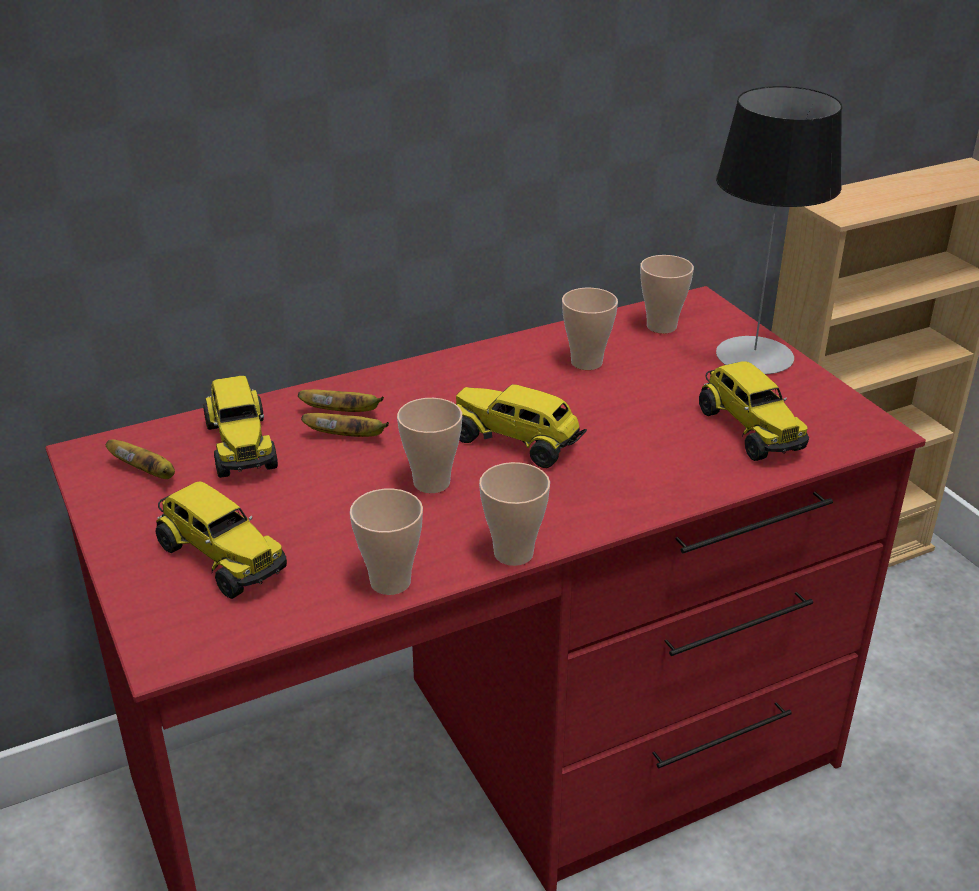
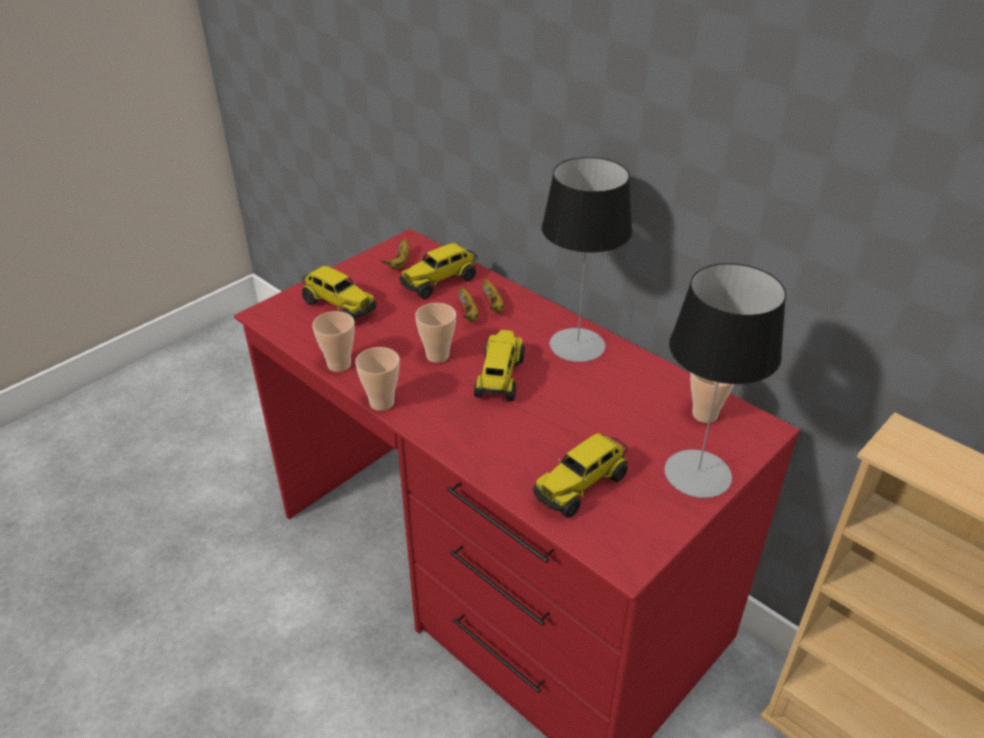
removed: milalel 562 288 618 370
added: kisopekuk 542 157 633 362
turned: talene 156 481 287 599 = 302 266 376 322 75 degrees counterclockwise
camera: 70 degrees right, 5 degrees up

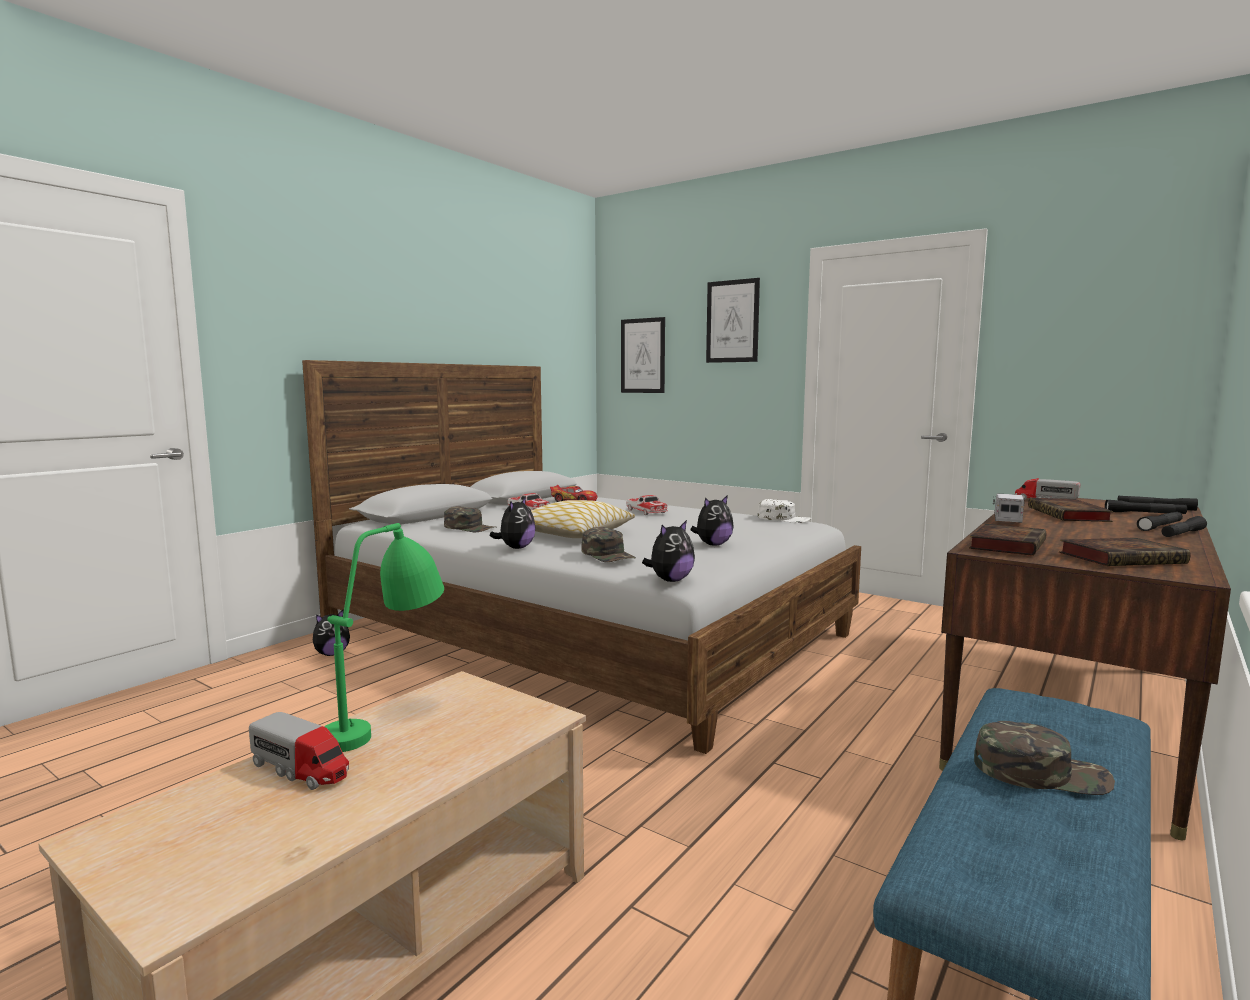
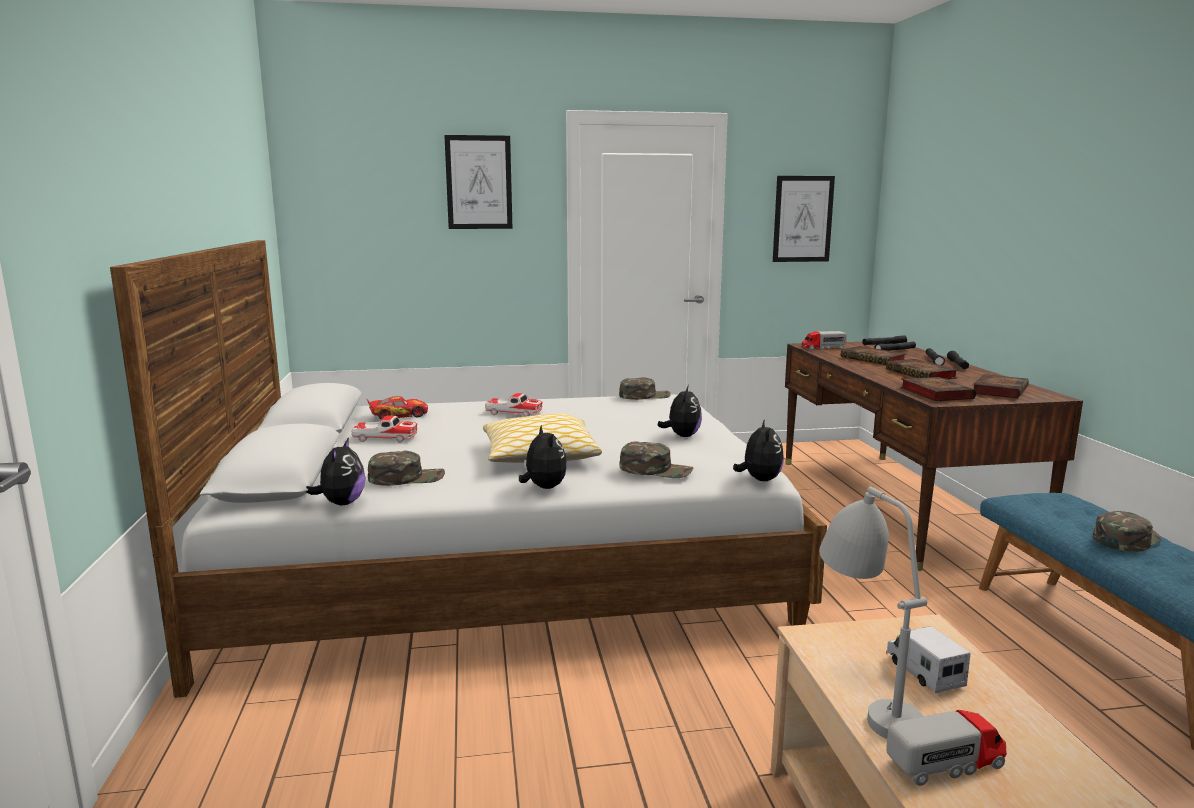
added: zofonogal 886 359 959 379
moved: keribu 621 317 665 393 to 773 176 835 262; talene 993 493 1025 523 to 886 626 970 693; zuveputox 313 610 350 656 to 306 437 366 505
recoloured: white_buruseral 758 499 811 523 to green_buruseral 619 377 671 400; green_kisopekuk 324 523 444 752 to grey_kisopekuk 819 487 927 739
camera: 45 degrees left, 5 degrees up

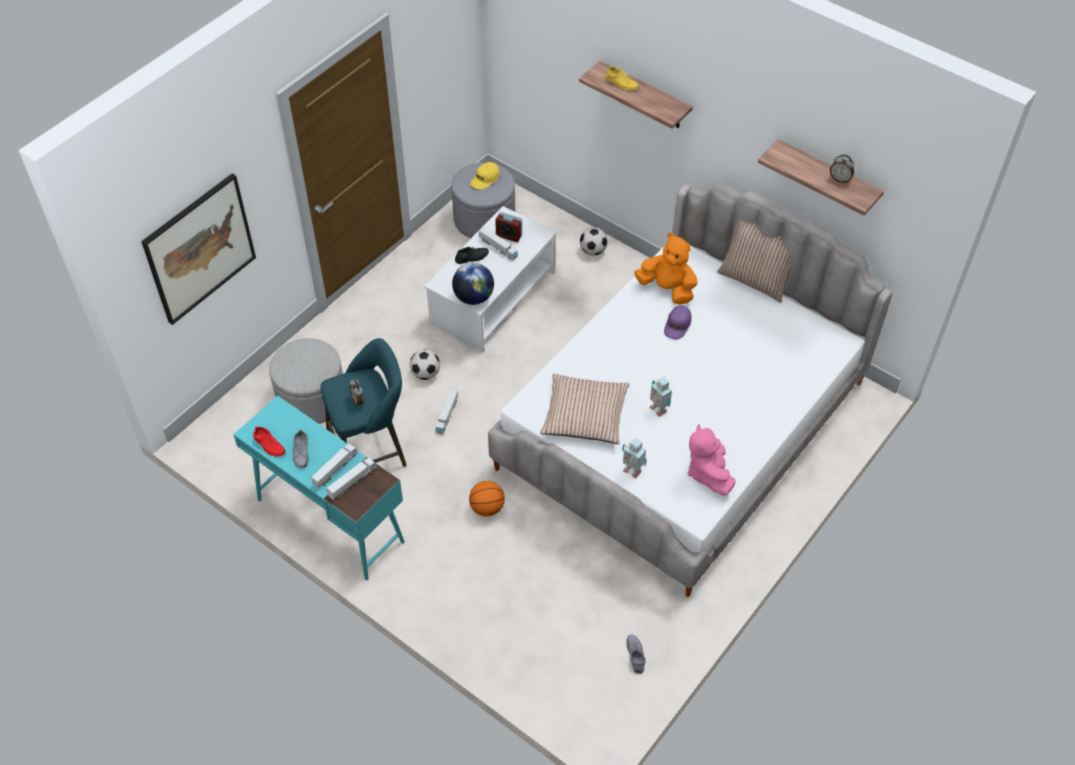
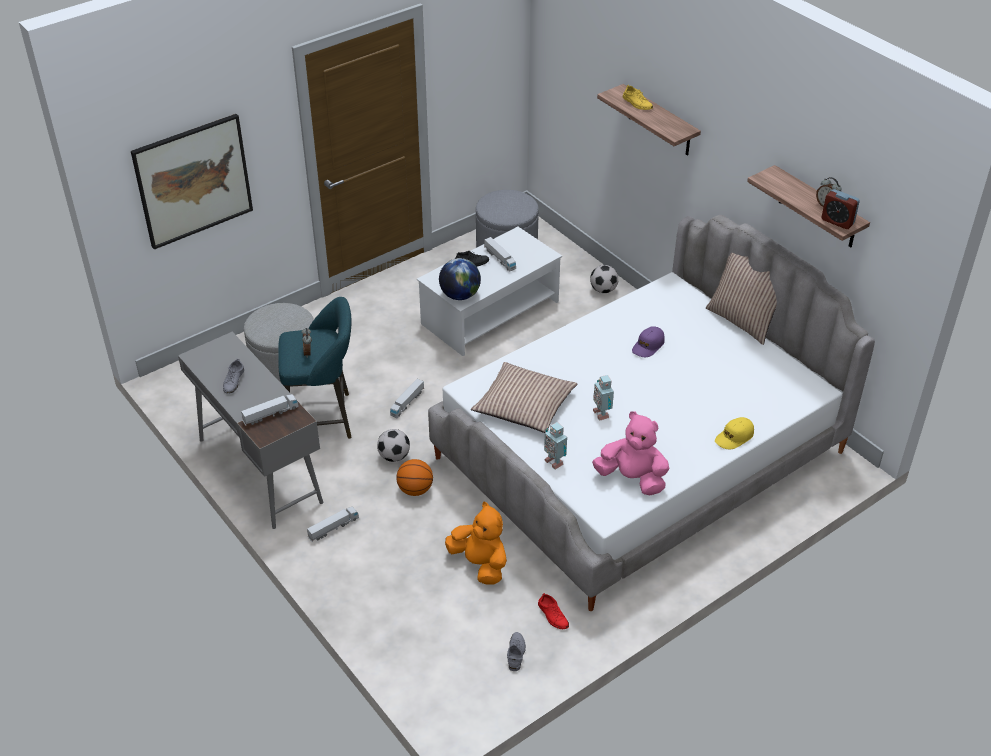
moved: yellow_buruseral 470 162 500 189 to 715 417 754 449; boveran 495 212 522 242 to 821 189 860 229; orange_zuveputox 634 233 697 305 to 445 502 507 585; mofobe 410 350 440 380 to 377 429 410 462; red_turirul 253 426 285 456 to 538 593 569 629; talene 311 444 358 489 to 307 507 359 542
recoloured: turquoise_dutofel 233 395 405 580 to grey_dutofel 178 332 323 529
turned: pink_zuveputox 688 424 735 495 = 592 411 669 495 105 degrees clockwise
camera: 15 degrees right, 10 degrees down

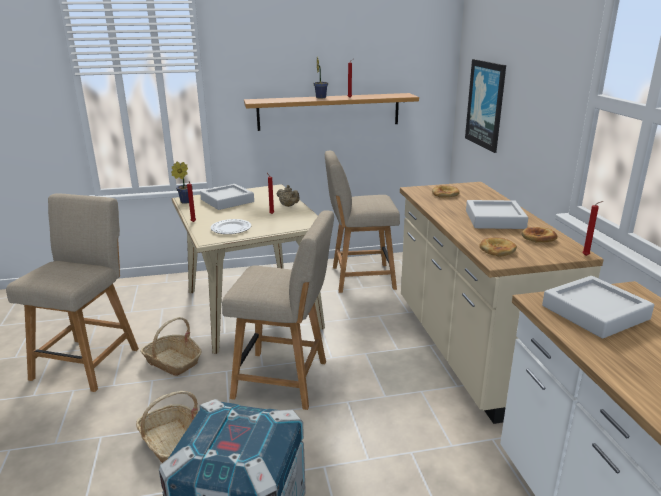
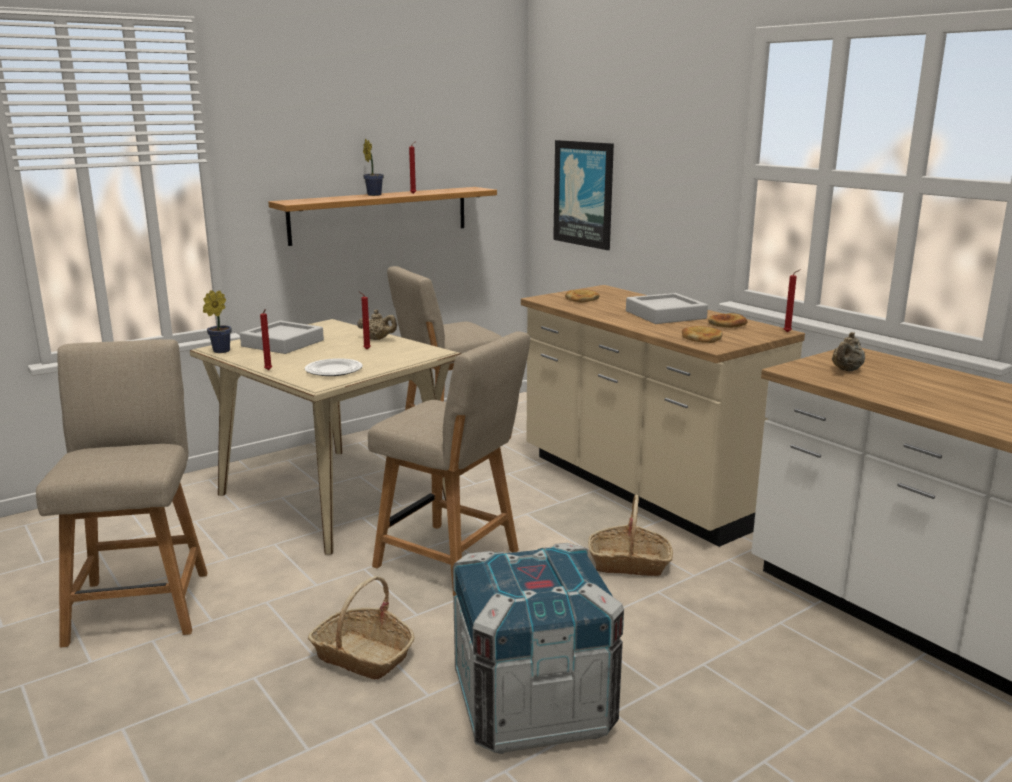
moved: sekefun 140 317 201 376 to 588 495 673 576
replaced: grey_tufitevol 542 276 654 339 to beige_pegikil 832 332 865 371
turned: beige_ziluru 222 210 334 410 = 368 331 530 596 45 degrees clockwise
camera: 25 degrees left, 5 degrees down

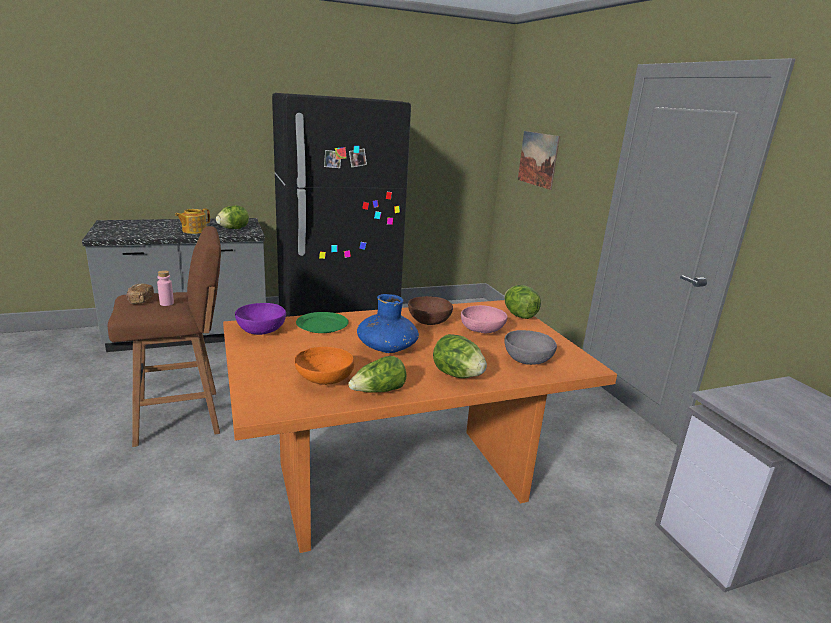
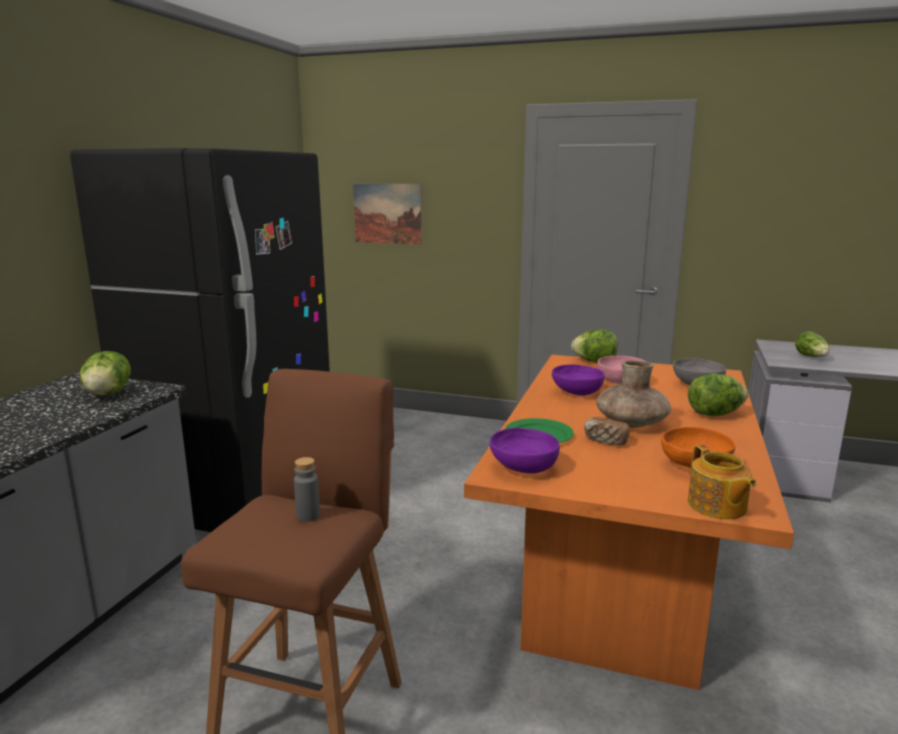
moved: pegikil 175 208 210 234 to 688 445 756 519; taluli 126 283 154 304 to 584 417 630 446; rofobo 348 356 407 392 to 795 331 829 357
recoloured: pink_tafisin 157 270 174 306 to grey_tafisin 294 457 320 522; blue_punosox 357 294 419 353 to brown_punosox 596 360 671 428; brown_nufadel 408 296 453 325 to purple_nufadel 552 364 604 396
camera: 50 degrees left, 5 degrees down

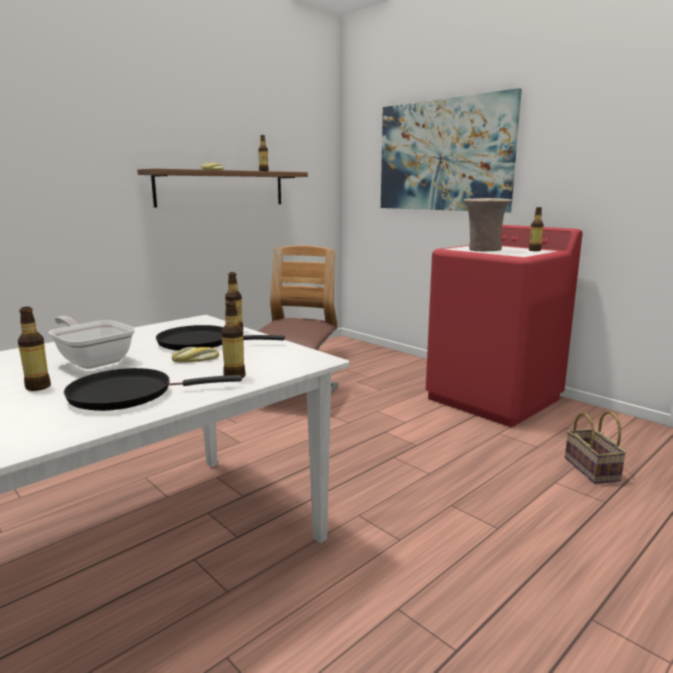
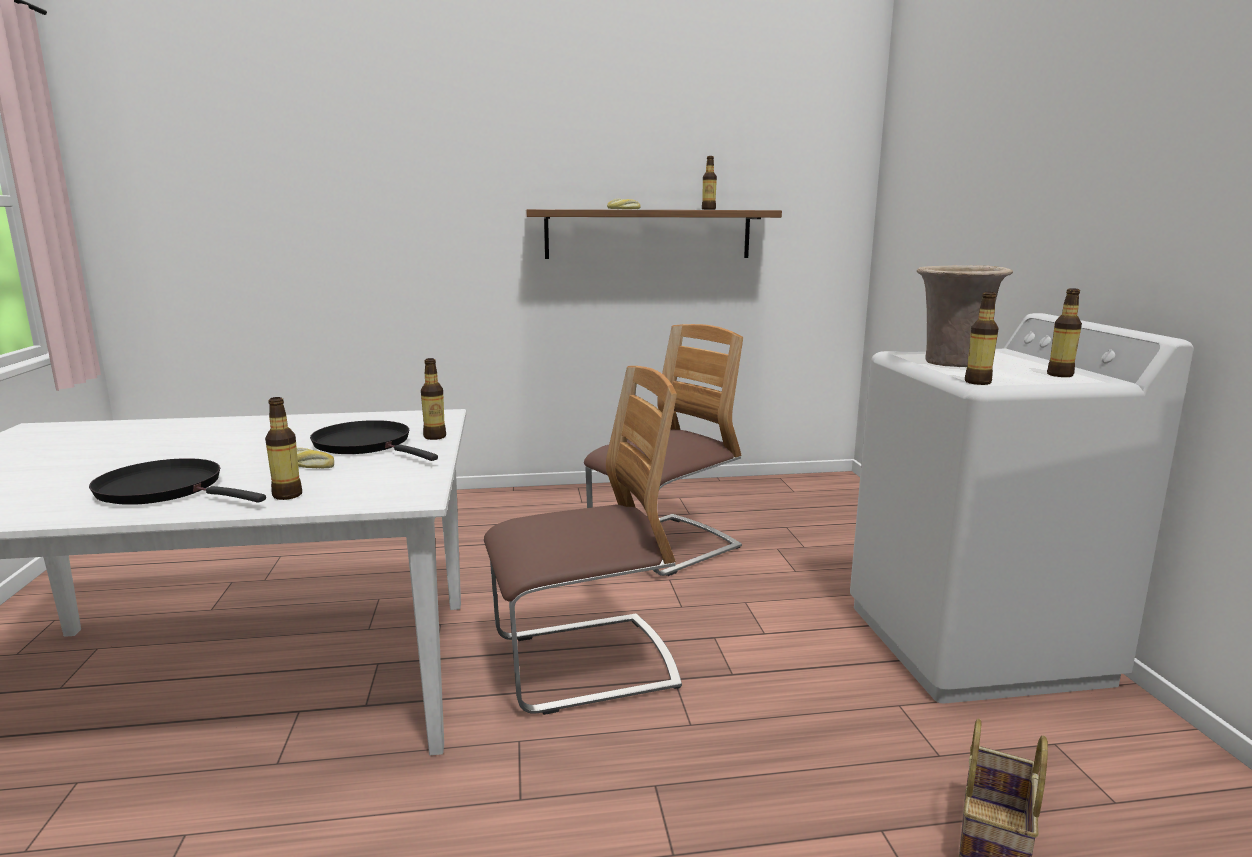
removed: keribu 381 88 522 213; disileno 48 316 135 369
added: ziluru 484 366 682 715
moved: tafisin 18 307 51 391 to 965 292 999 385
recoloured: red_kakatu 426 225 583 427 to white_kakatu 850 313 1194 703
camera: 35 degrees right, 0 degrees up

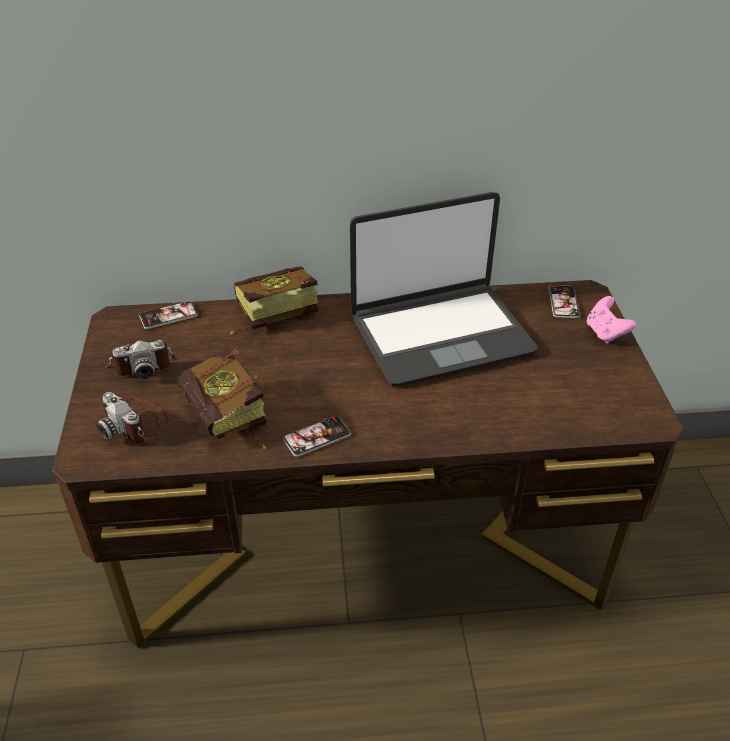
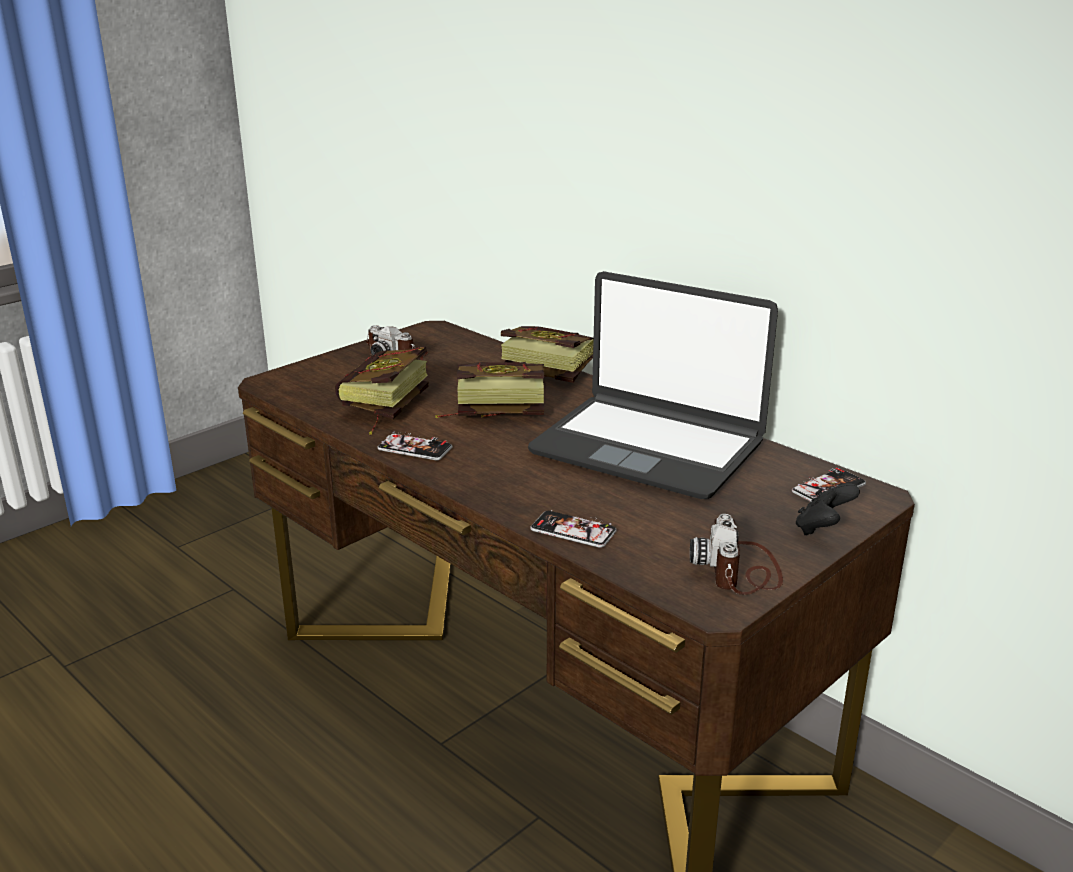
added: zofonogal 435 362 544 418
moved: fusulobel 139 300 197 329 to 530 510 617 548; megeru 97 392 169 444 to 690 514 783 595
recoloured: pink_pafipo 587 296 636 344 to black_pafipo 796 483 860 535
camera: 50 degrees right, 15 degrees down

